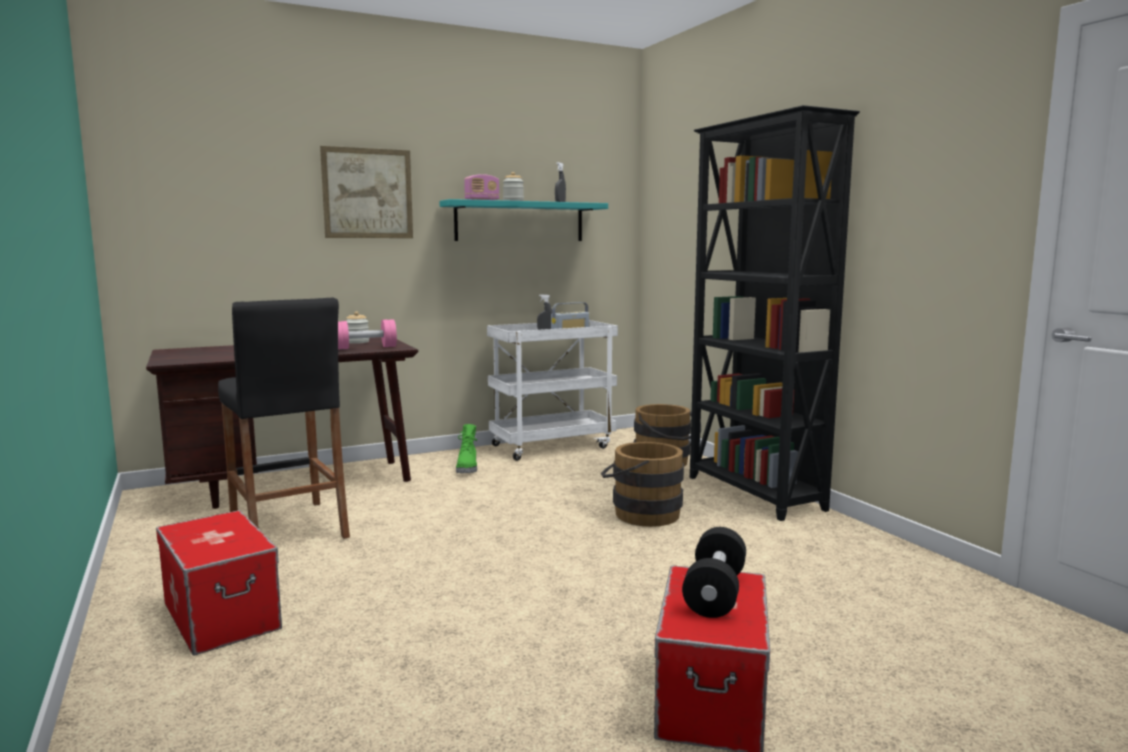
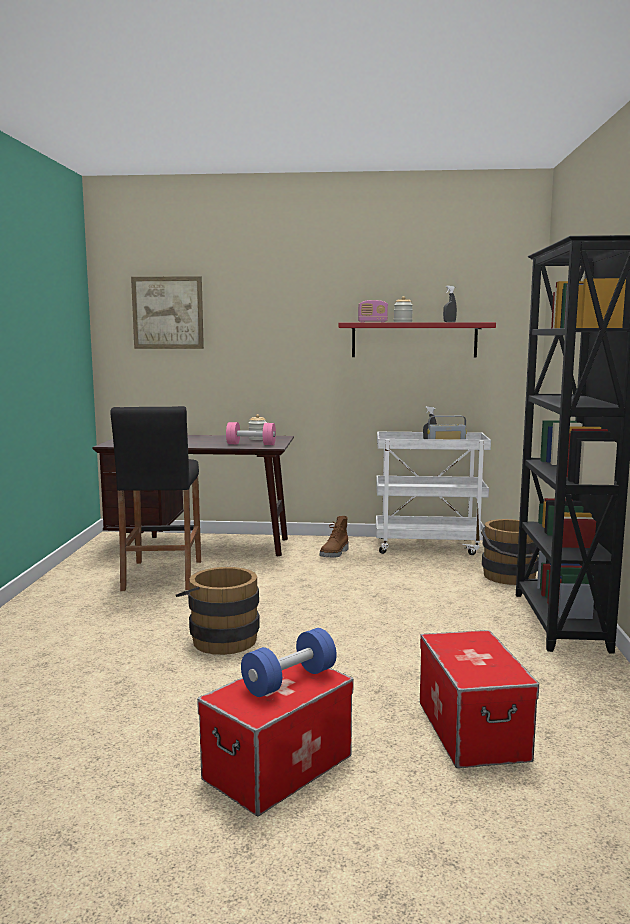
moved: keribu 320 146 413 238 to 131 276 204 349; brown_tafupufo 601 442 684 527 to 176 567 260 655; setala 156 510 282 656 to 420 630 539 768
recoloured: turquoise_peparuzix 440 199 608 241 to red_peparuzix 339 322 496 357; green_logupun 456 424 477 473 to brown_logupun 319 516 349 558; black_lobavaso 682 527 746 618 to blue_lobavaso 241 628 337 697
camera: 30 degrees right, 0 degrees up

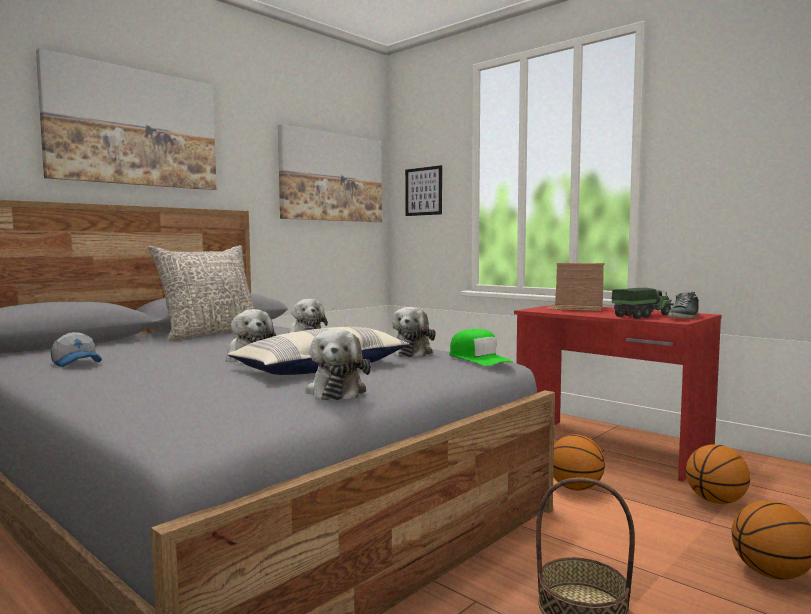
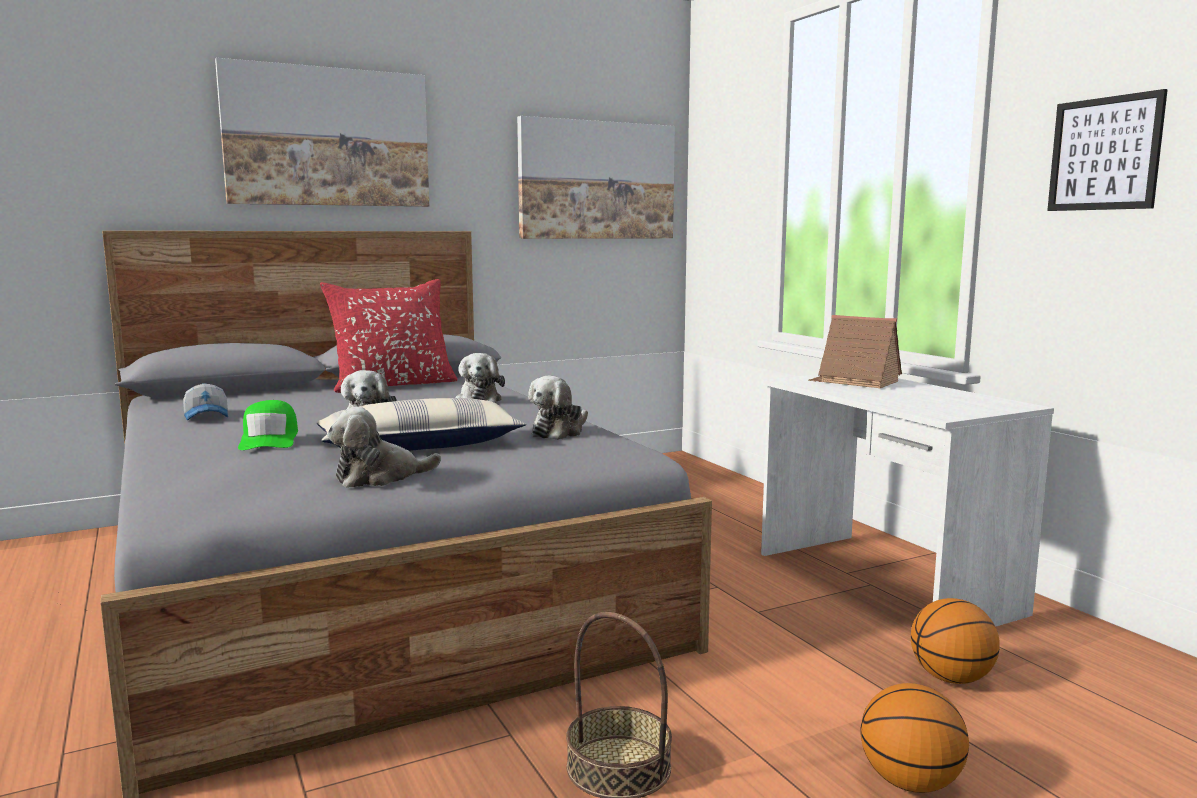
removed: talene 612 288 674 319; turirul 668 292 699 319; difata 553 435 605 491
moved: keribu 405 165 442 216 to 1047 89 1168 211; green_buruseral 450 329 513 366 to 238 400 298 450
recoloured: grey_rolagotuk 148 245 254 340 to red_rolagotuk 320 279 458 393; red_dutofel 514 305 722 482 to white_dutofel 761 374 1054 627
turned: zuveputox 305 329 371 400 = 327 407 441 488 45 degrees clockwise
camera: 20 degrees right, 5 degrees up

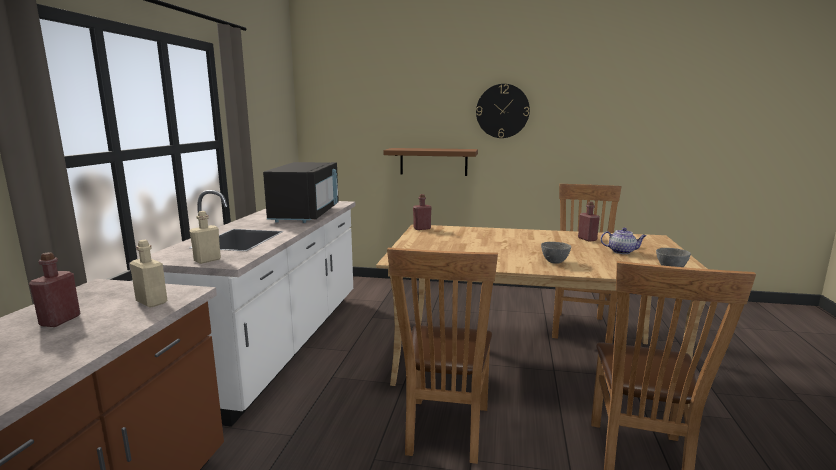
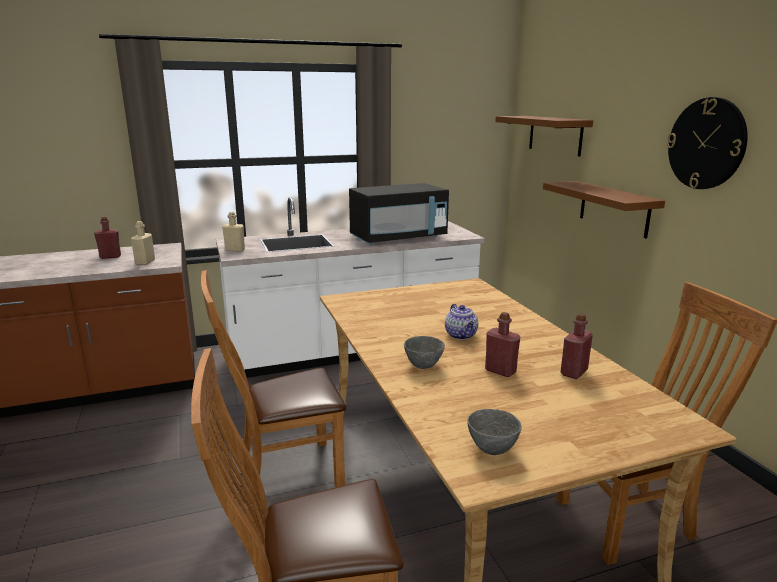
added: brown_peparuzix 495 116 593 157
moved: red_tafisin 413 194 432 230 to 485 312 520 377; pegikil 601 228 646 254 to 445 304 478 340
camera: 60 degrees right, 5 degrees up

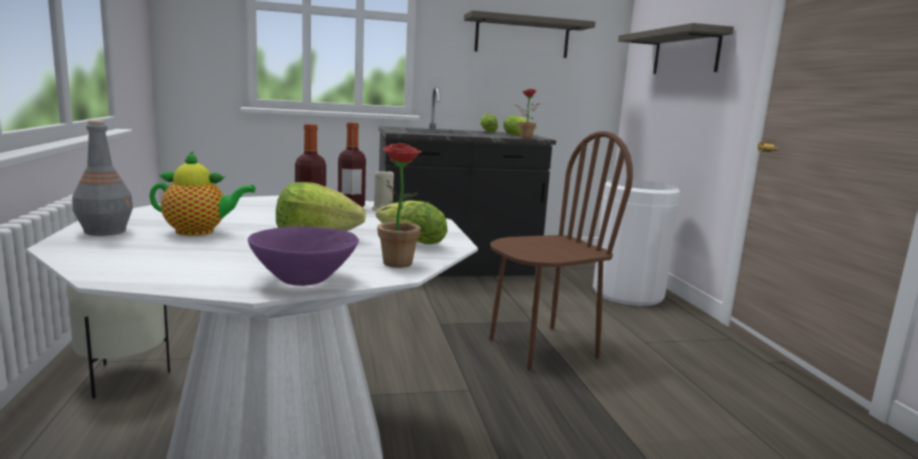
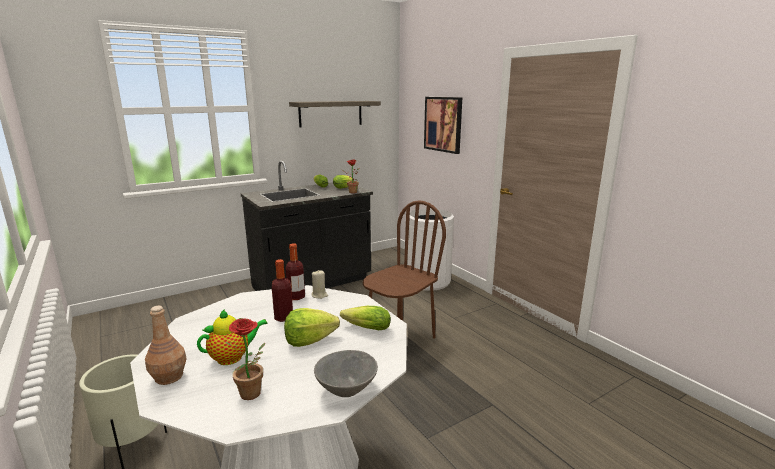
moved: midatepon 377 143 430 268 to 225 318 265 400
replaced: peparuzix 618 23 734 74 to keribu 424 97 462 154
recoloured: grey_tafisin 72 120 133 236 to brown_tafisin 145 306 187 385; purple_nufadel 248 226 359 286 to grey_nufadel 314 350 378 397
camera: 20 degrees left, 5 degrees up

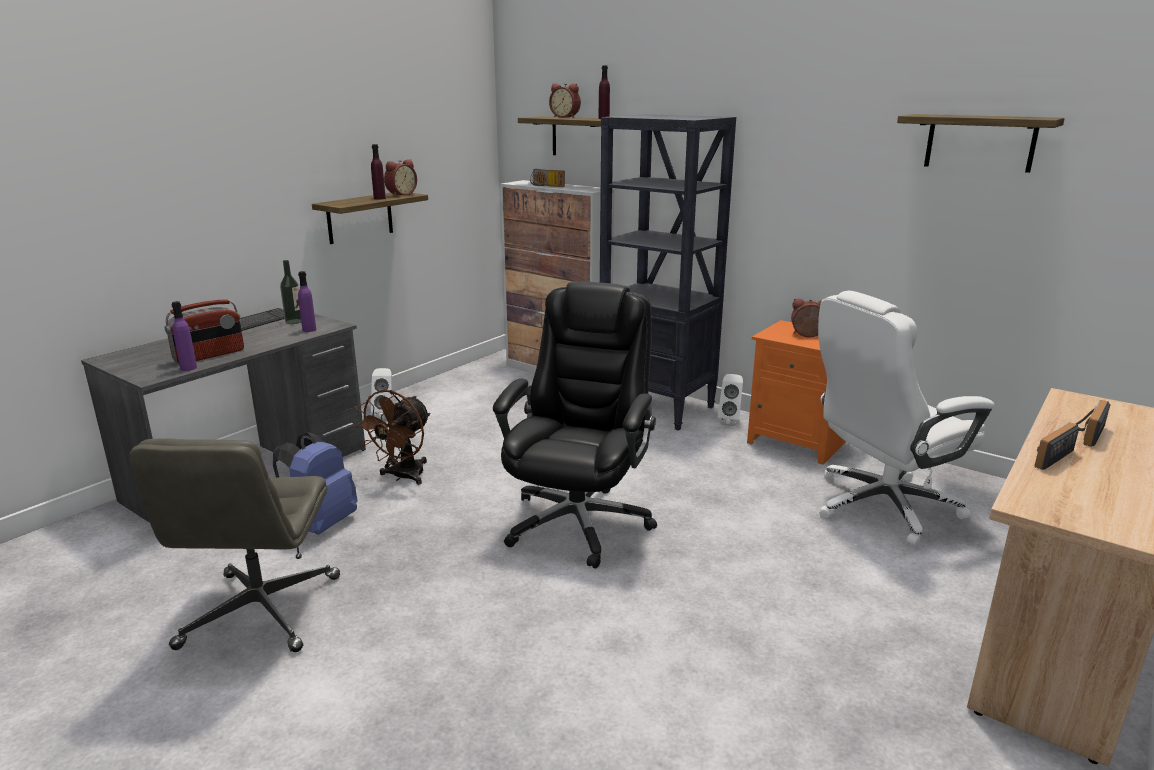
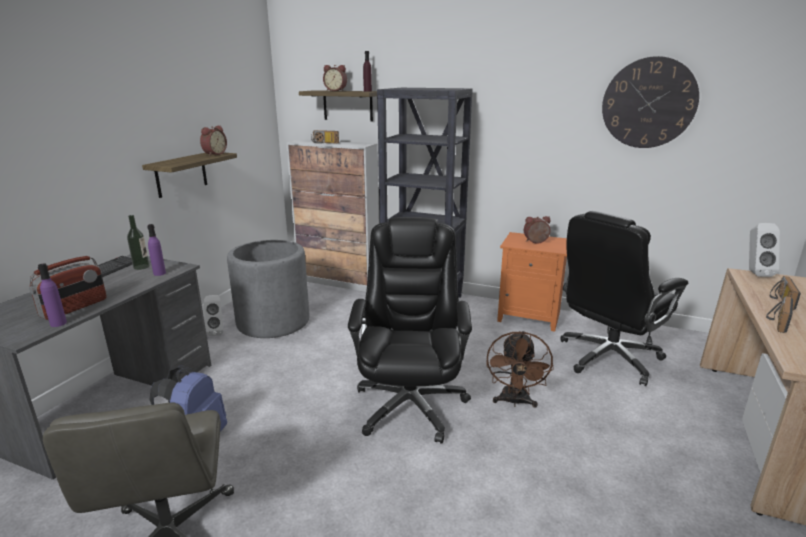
removed: purple_tafisin 371 144 386 200
added: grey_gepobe 227 240 309 338
moved: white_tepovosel 718 374 743 426 to 749 223 780 277; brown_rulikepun 354 390 430 485 to 486 331 554 408
replaced: peparuzix 897 114 1065 173 to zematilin 602 56 699 148
recoloured: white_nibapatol 818 291 995 547 to black_nibapatol 560 211 688 386
camera: 15 degrees left, 0 degrees up

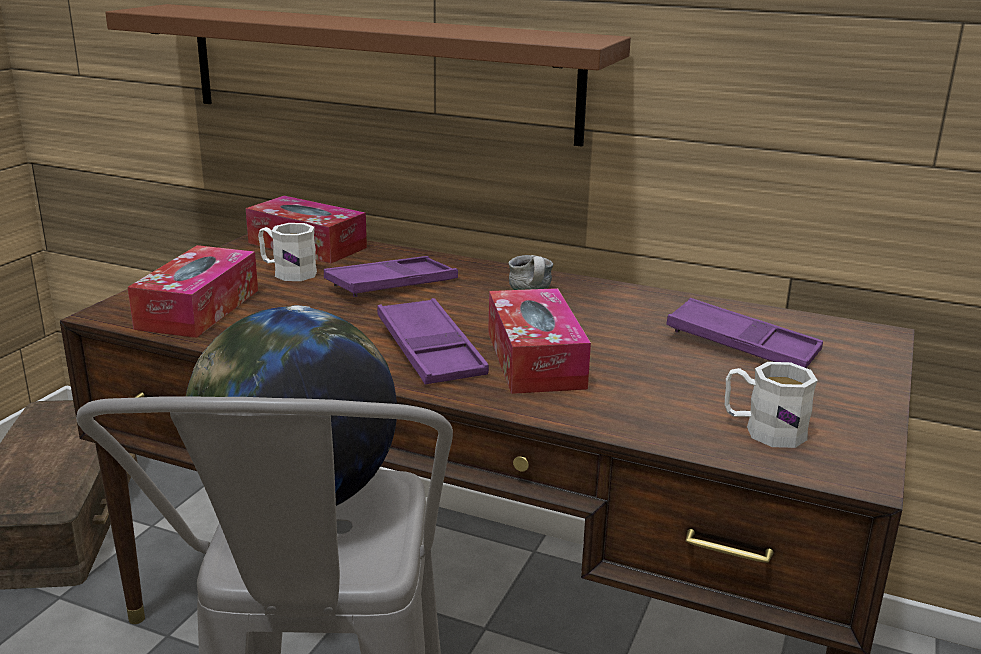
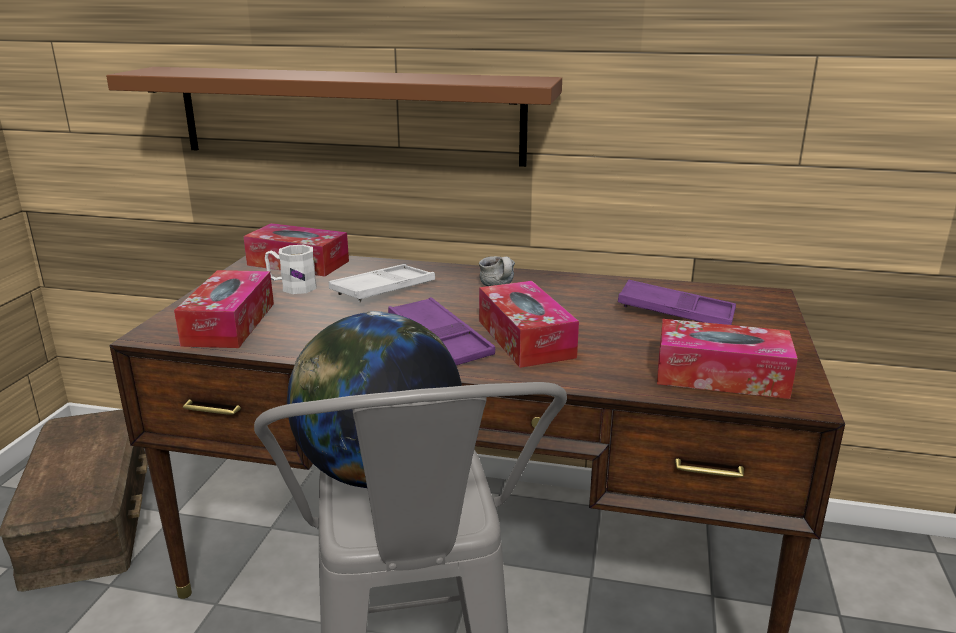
replaced: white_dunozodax 725 362 818 448 to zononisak 657 319 798 399
recoloured: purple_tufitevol 324 256 458 297 to white_tufitevol 329 264 435 302
camera: 10 degrees left, 0 degrees up

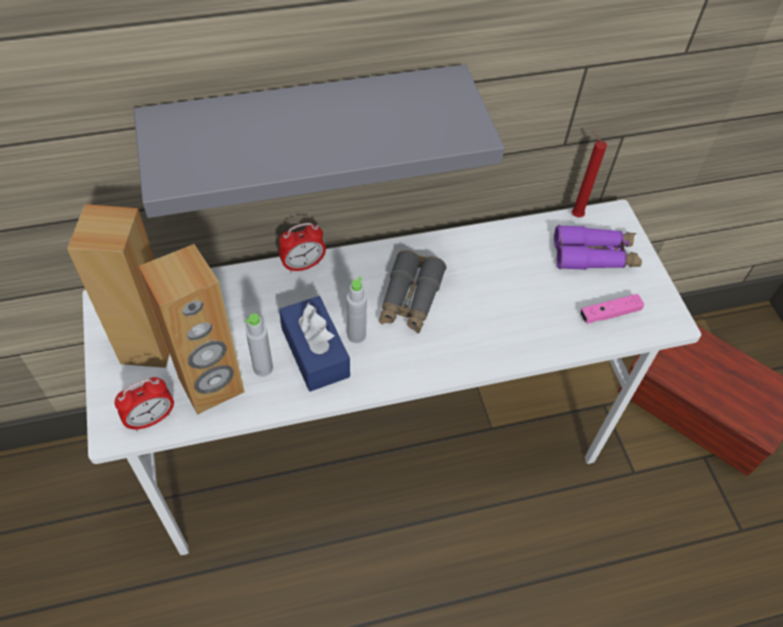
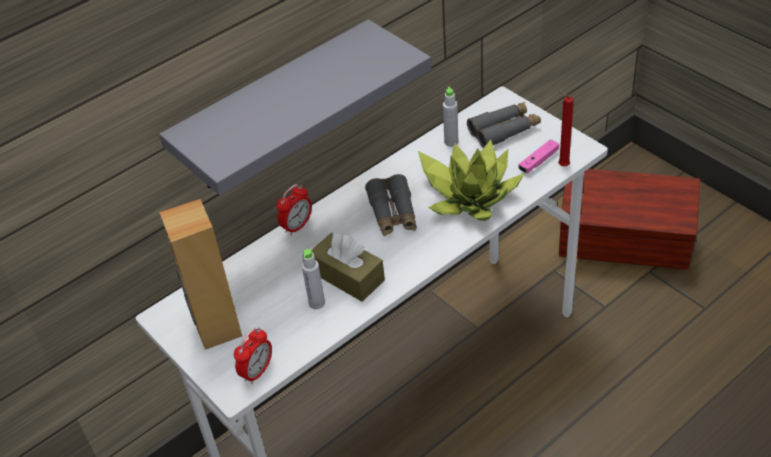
removed: brown_tepovosel 138 244 245 415
added: midatepon 418 139 525 221
moved: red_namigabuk 572 130 607 218 to 558 91 574 166; grey_tafisin 347 277 367 343 to 443 87 458 147
recoloured: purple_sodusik 554 225 642 270 to grey_sodusik 467 102 541 148; blue_zononisak 279 296 350 392 to brown_zononisak 311 233 385 302
camera: 20 degrees left, 10 degrees down

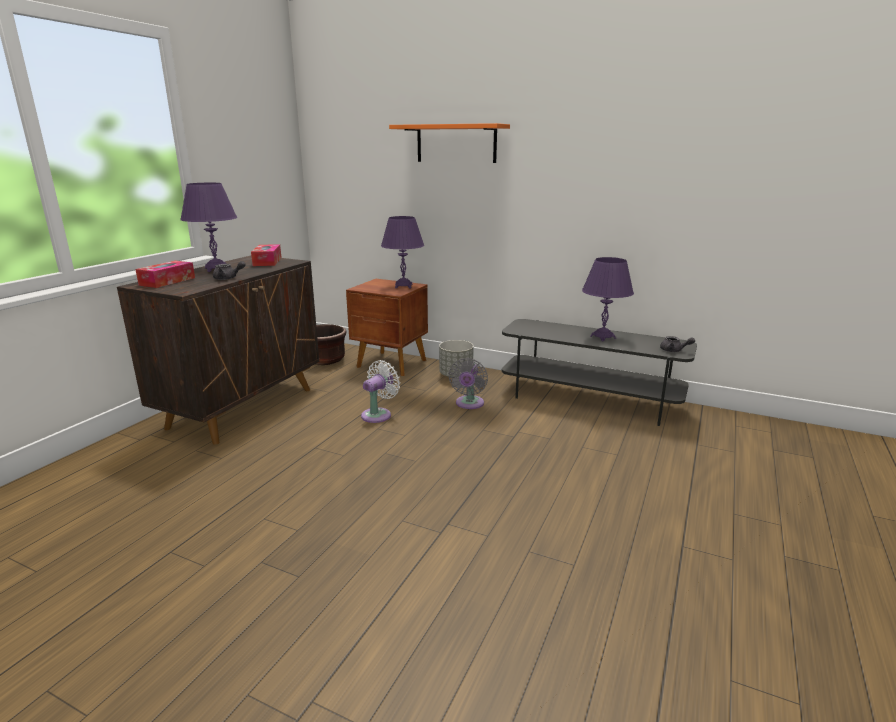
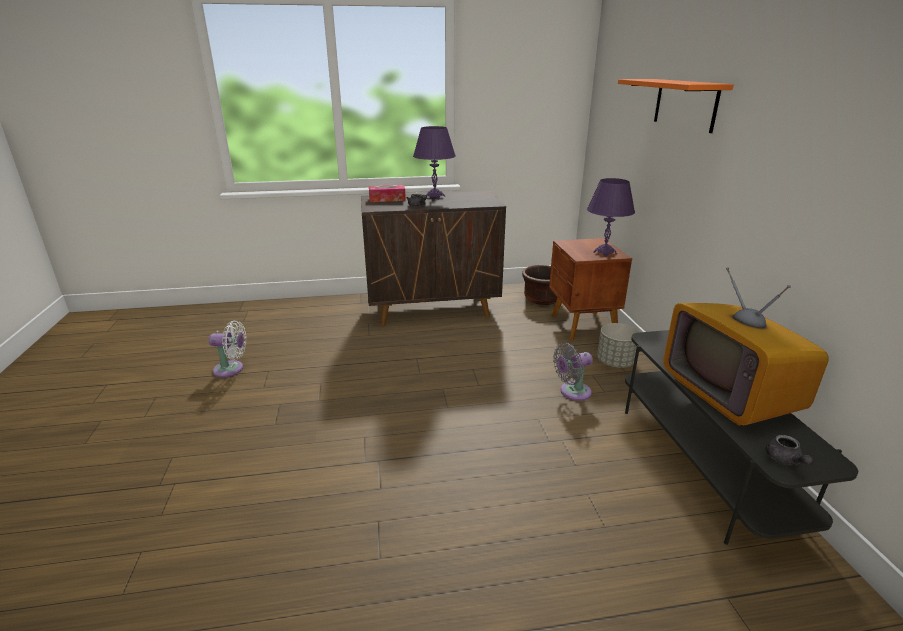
removed: zononisak 251 244 282 266
moved: white_rulikepun 361 360 400 423 to 209 321 247 377
replaced: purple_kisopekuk 582 257 634 341 to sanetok 663 267 829 426
camera: 55 degrees right, 5 degrees up

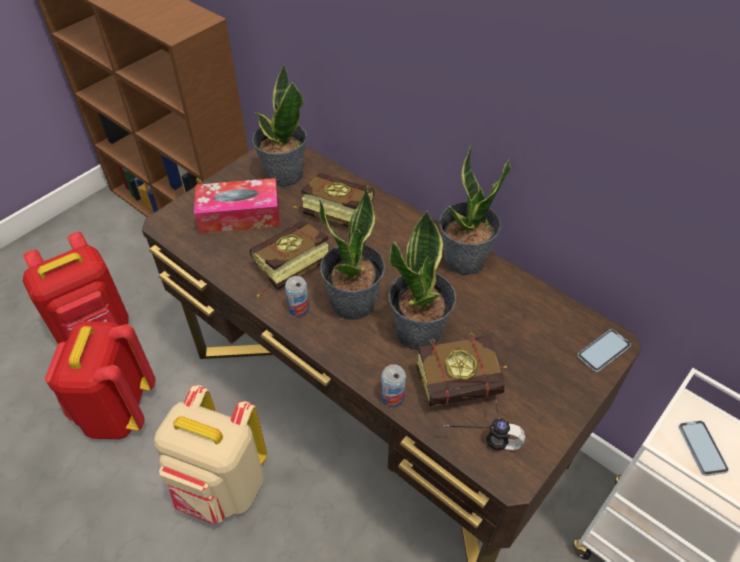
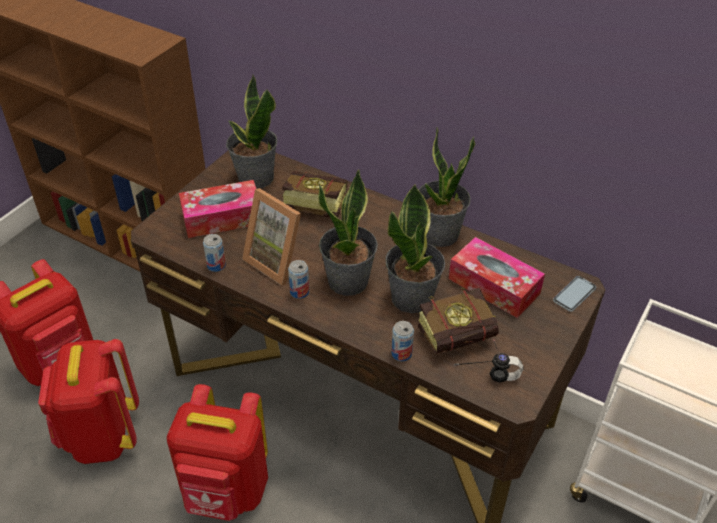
removed: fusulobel 679 420 729 476
added: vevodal 203 234 226 272; zononisak 449 237 545 318
replaced: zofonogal 250 221 328 297 to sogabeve 242 188 301 286
recoloured: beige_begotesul 154 385 267 524 to red_begotesul 167 384 268 521
camera: 10 degrees left, 5 degrees down

